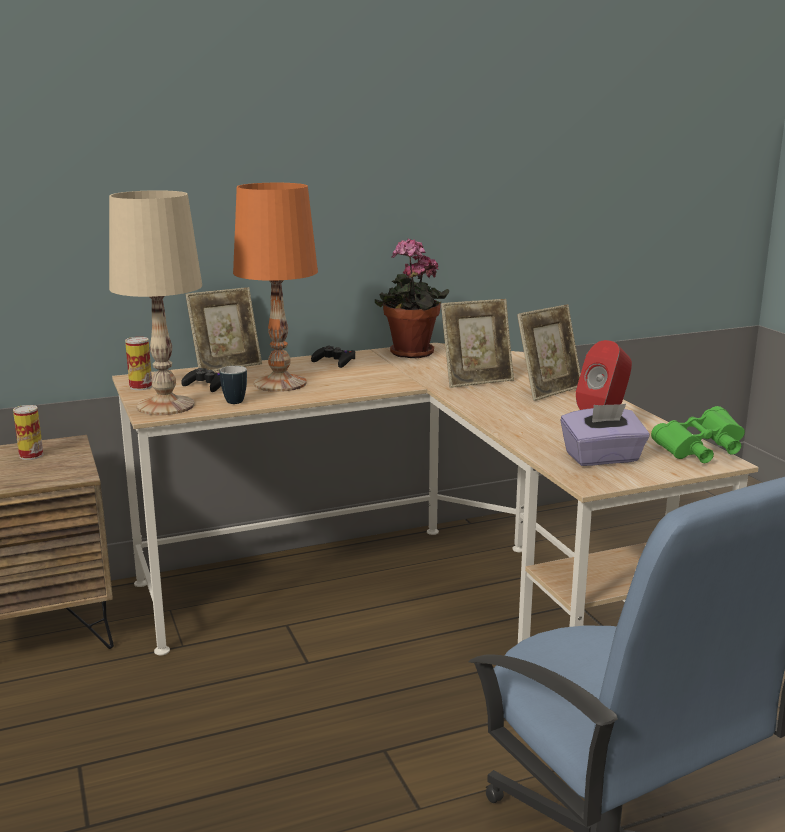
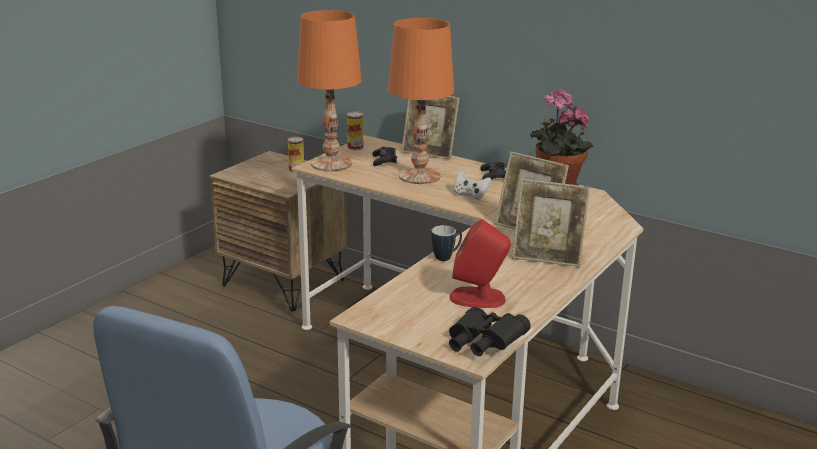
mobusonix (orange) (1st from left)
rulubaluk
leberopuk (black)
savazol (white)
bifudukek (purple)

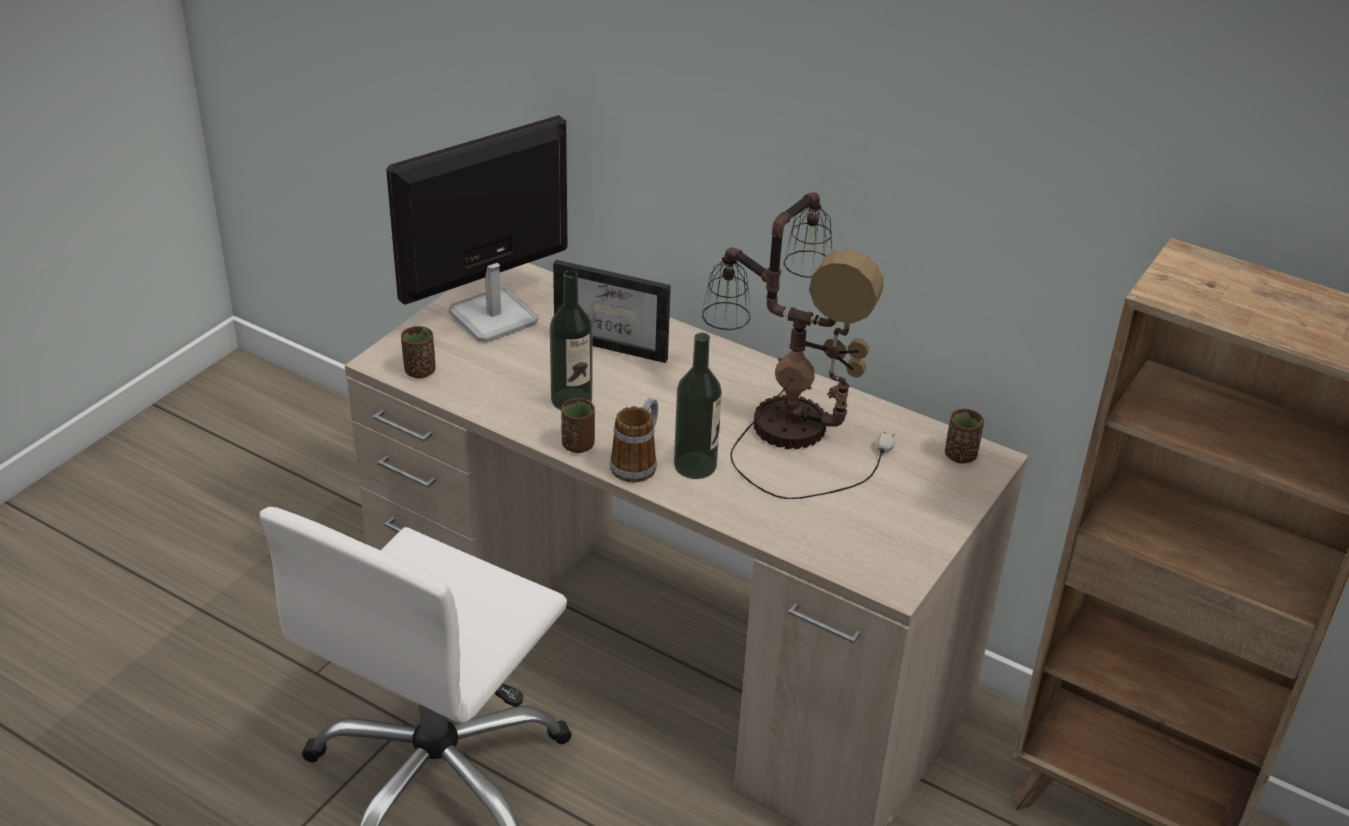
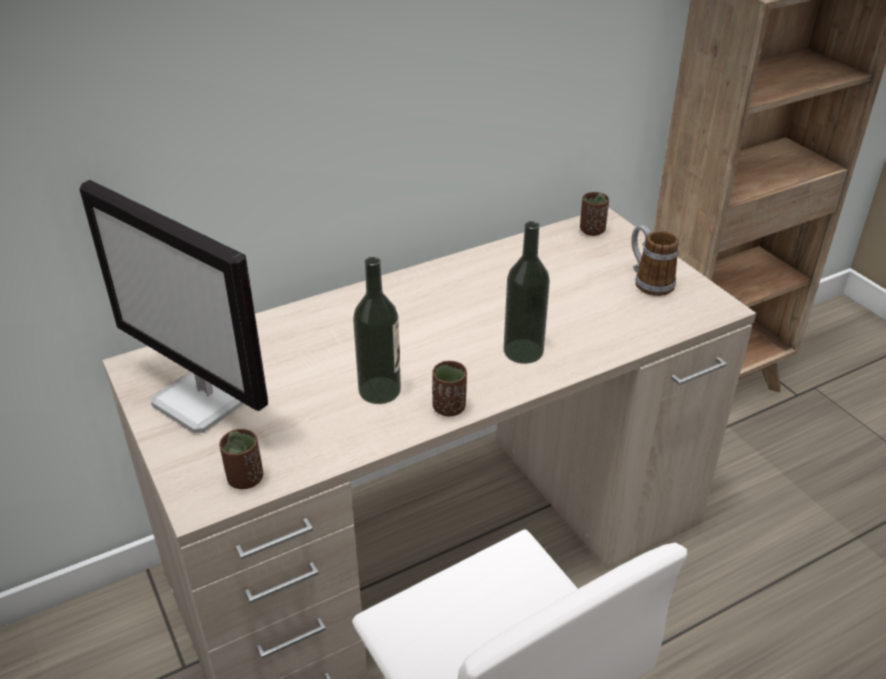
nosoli
rulubaluk
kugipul
mobusonix

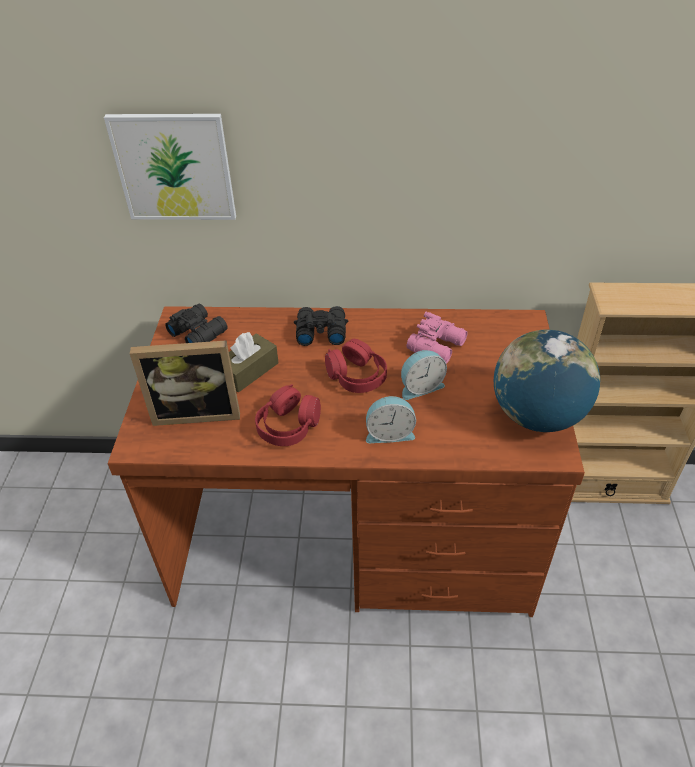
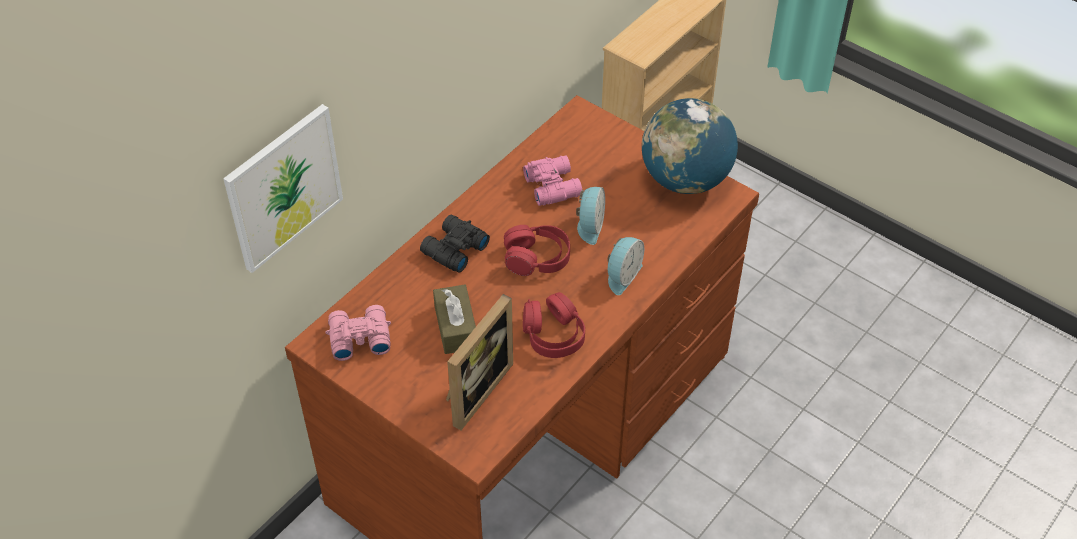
leberopuk (pink) (1st from left)

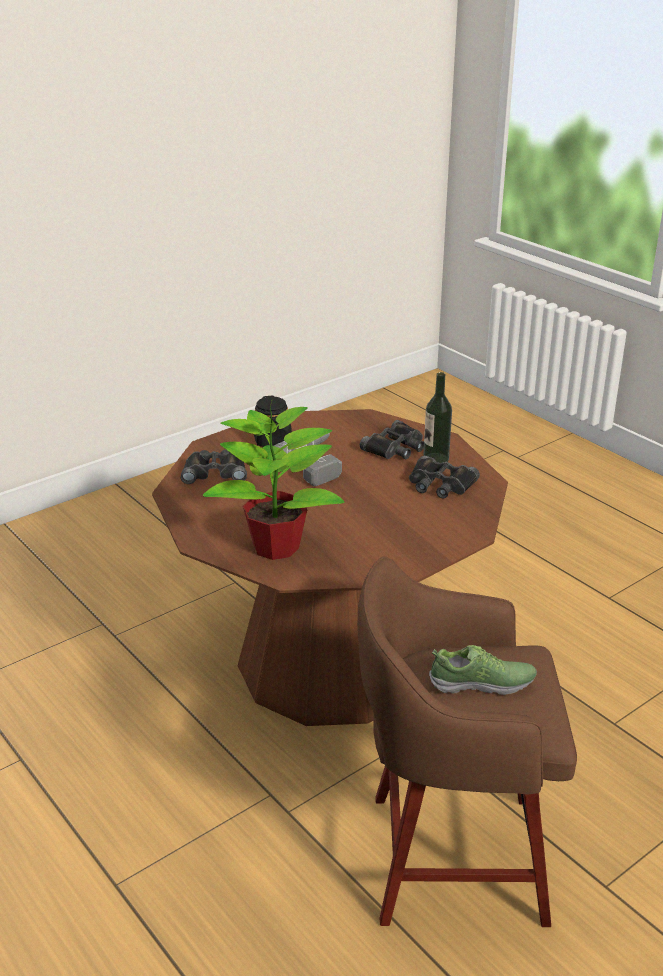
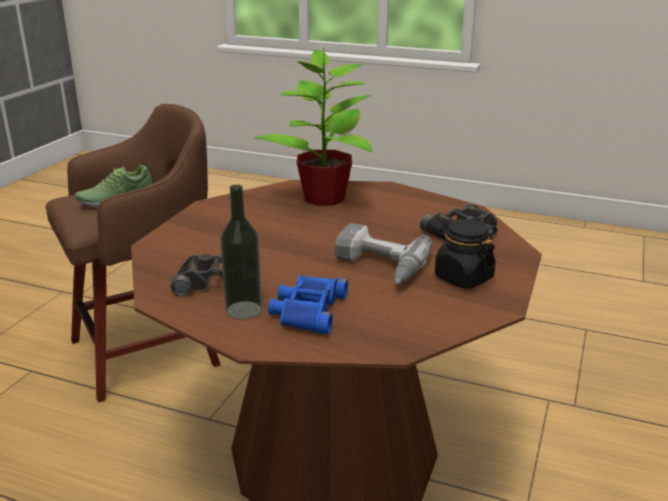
leberopuk (blue)

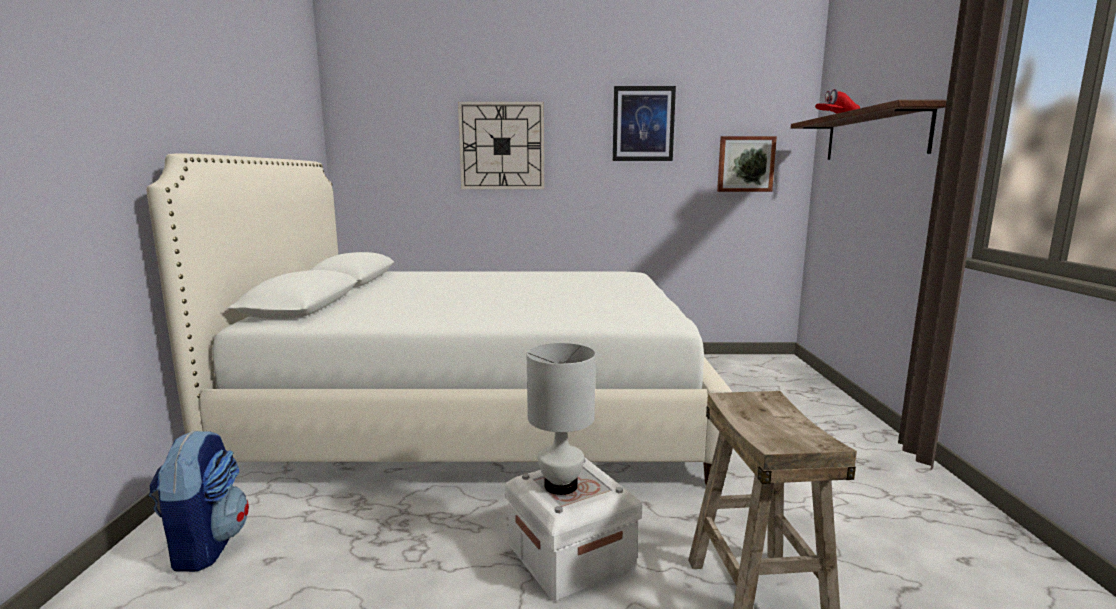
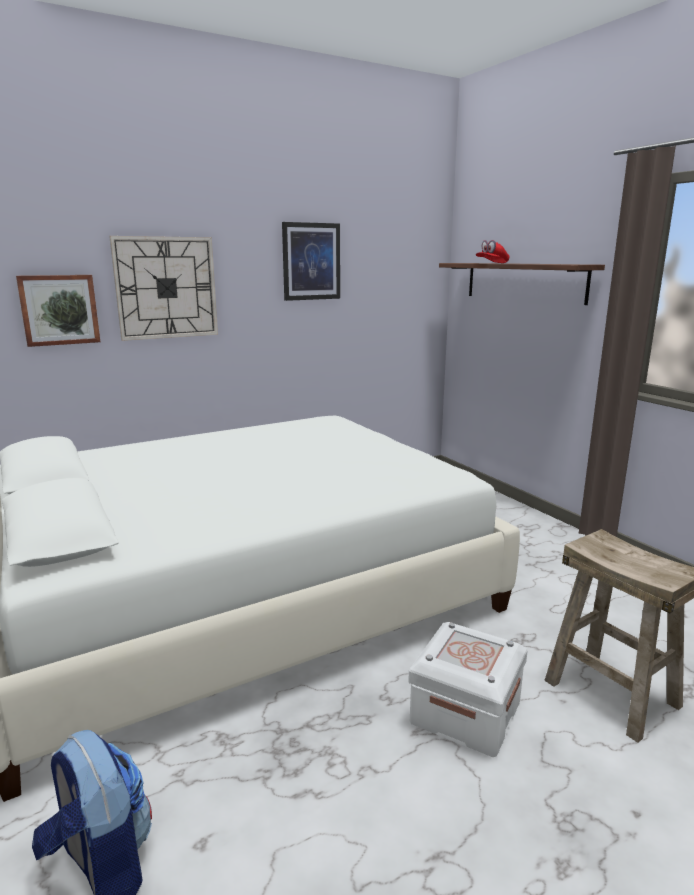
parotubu (1st from left)
mobusonix (white)

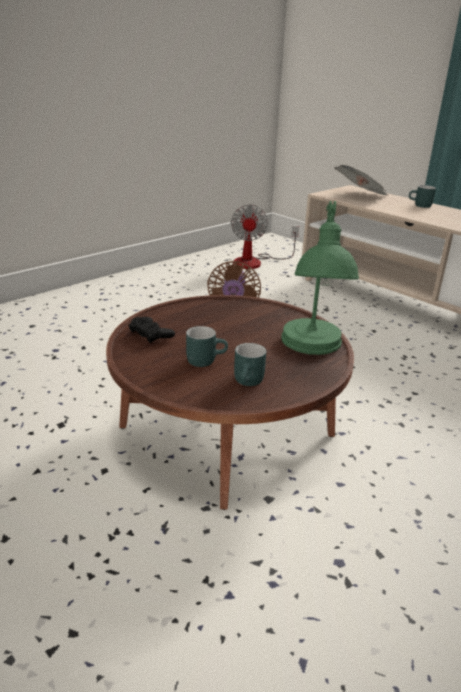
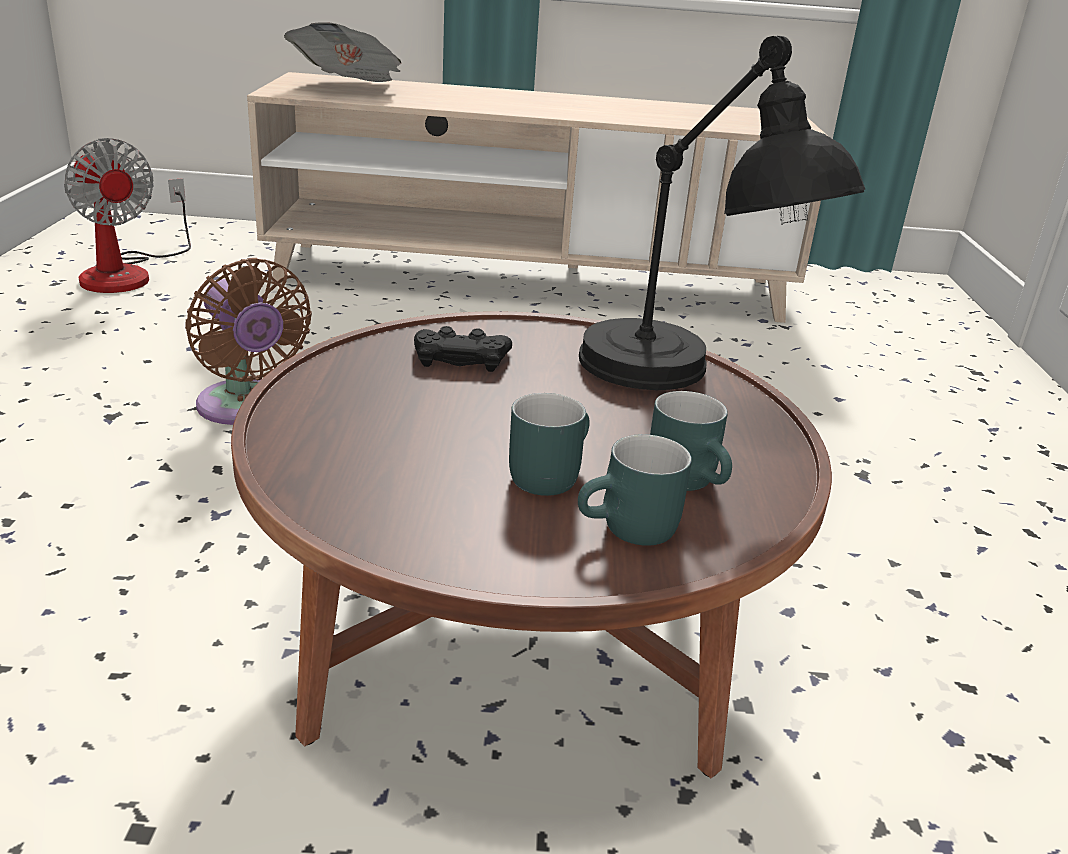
savazol (black)
rulubaluk (turquoise) (2nd from left)
mobusonix (black)

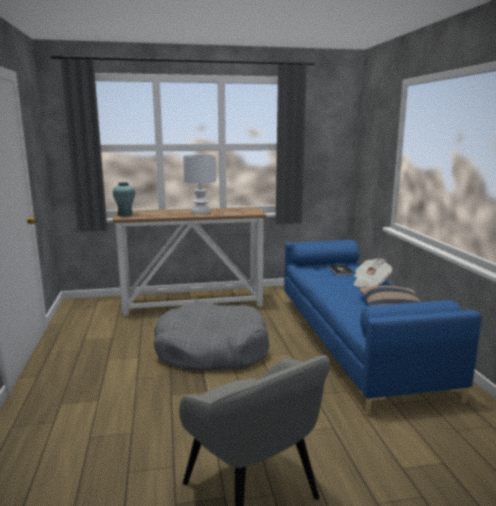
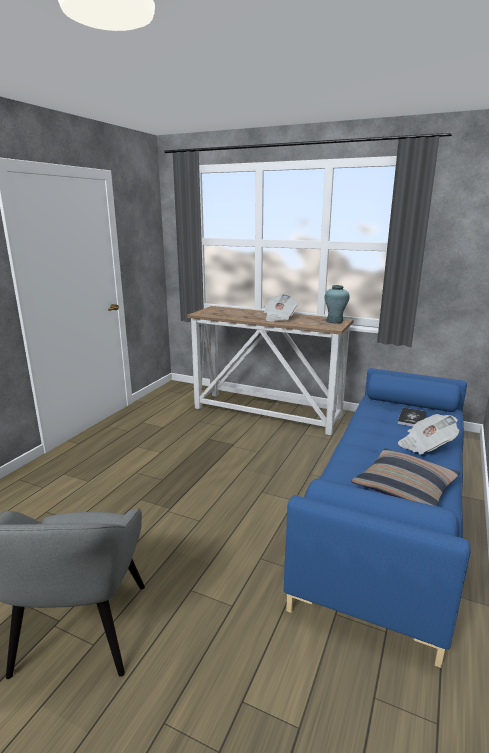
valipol (1st from left)
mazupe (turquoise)
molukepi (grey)

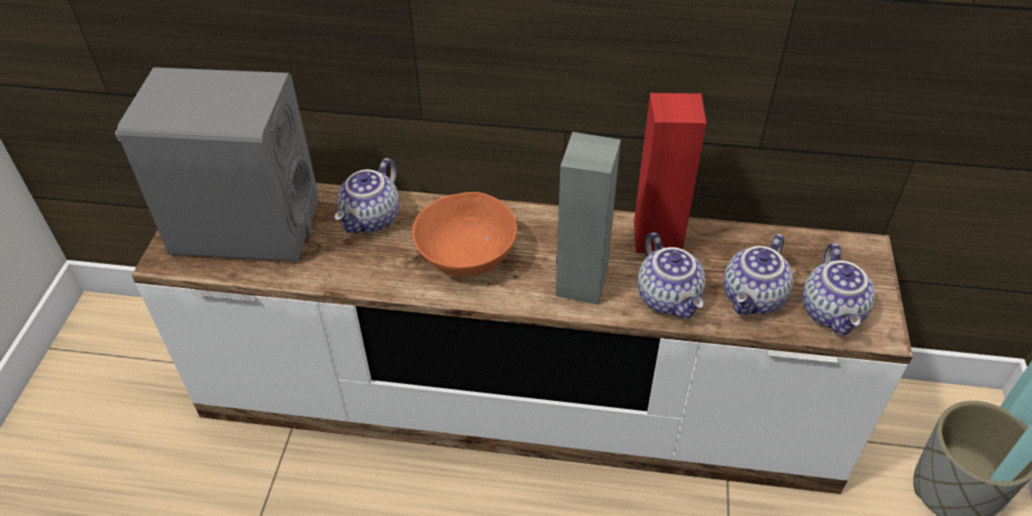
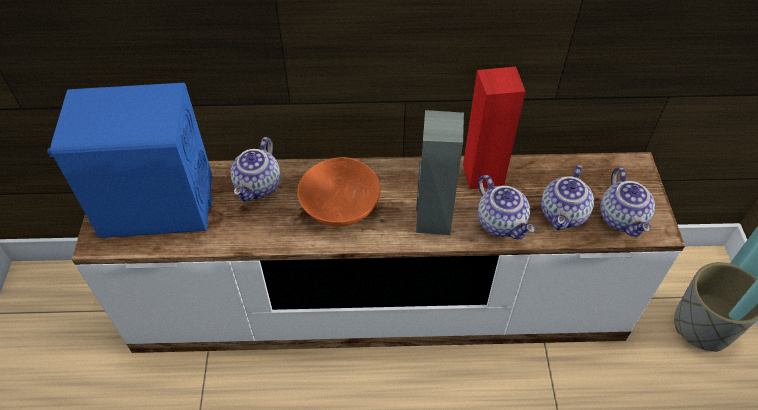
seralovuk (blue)

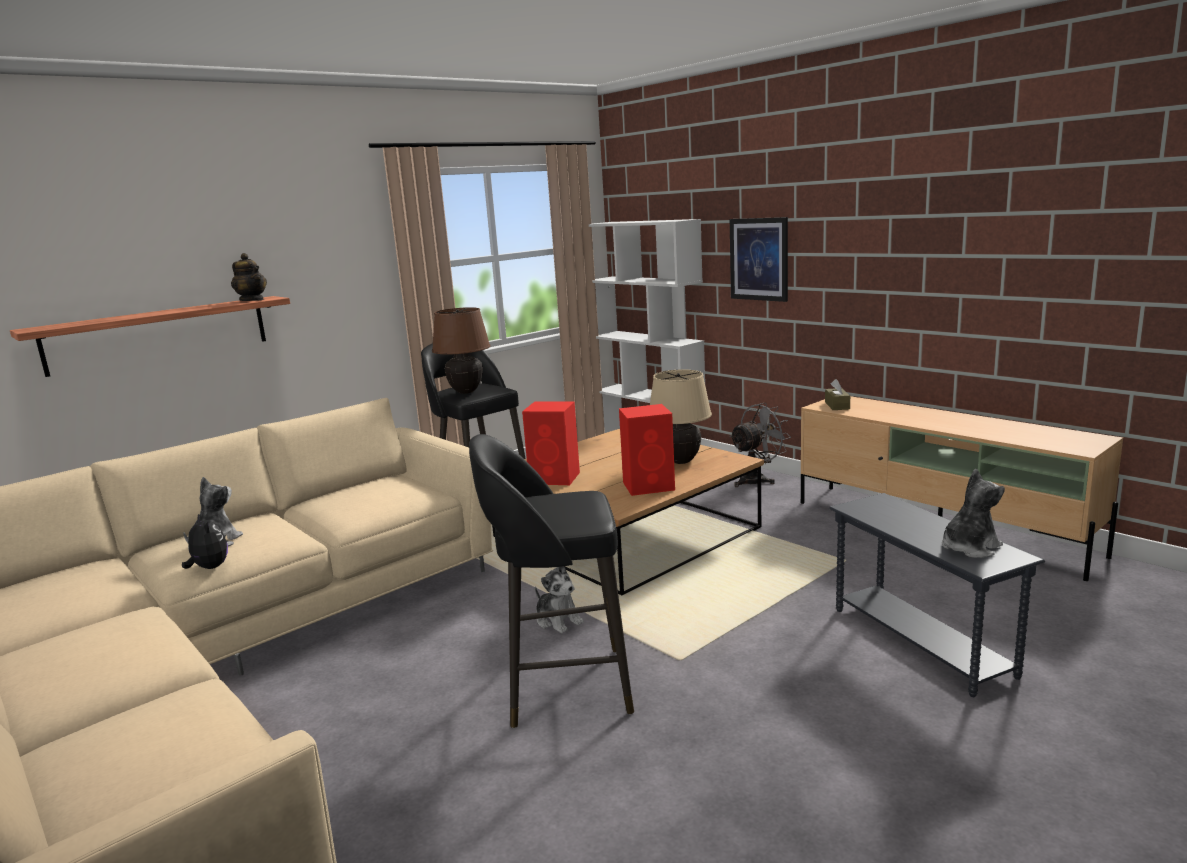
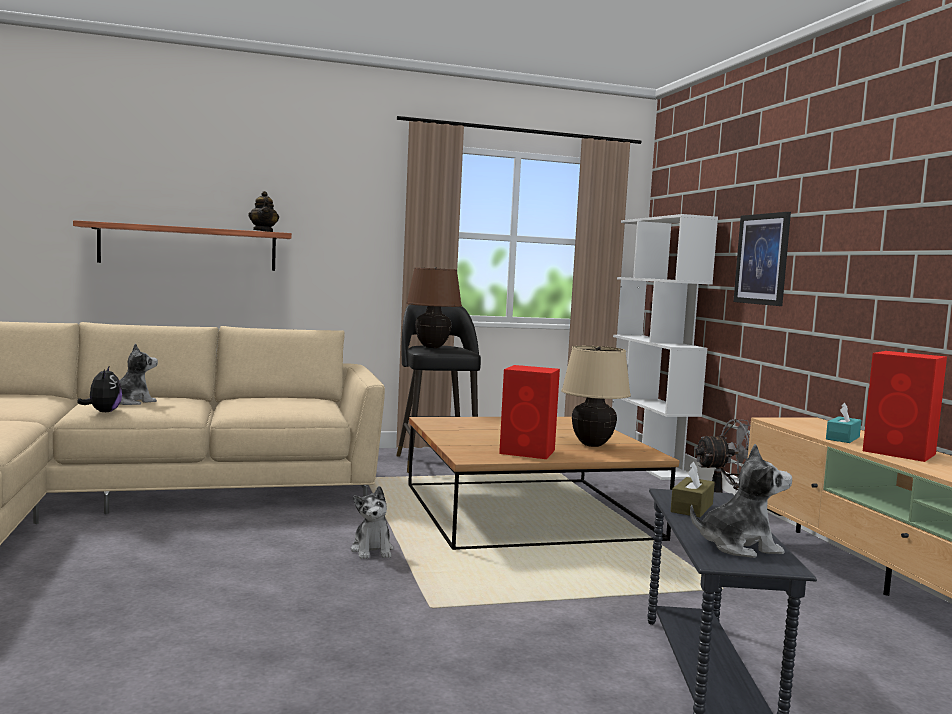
bifudukek (brown)
bifudukek (turquoise)
seralovuk (red) (2nd from left)
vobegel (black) (2nd from left in the first image)

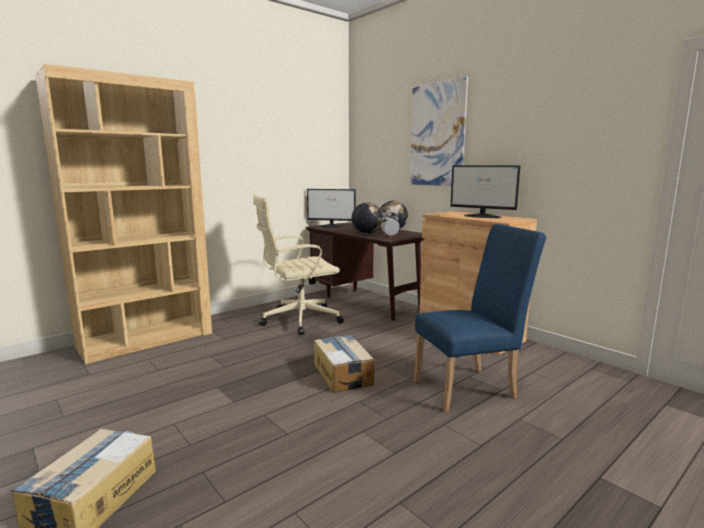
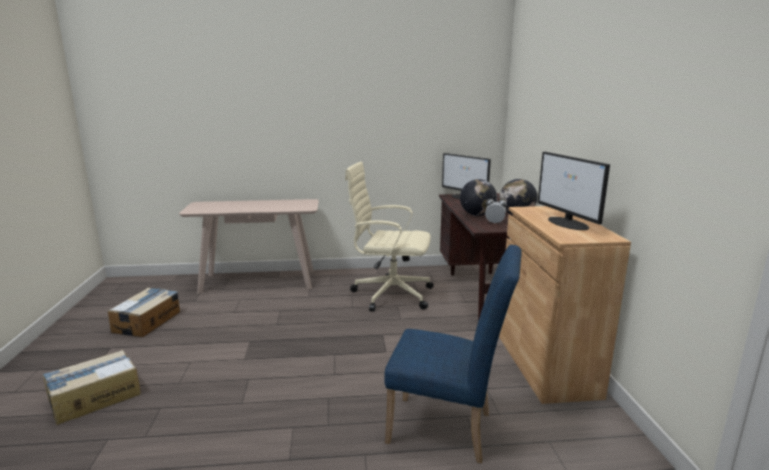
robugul (2nd from left)
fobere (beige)
parotubu

